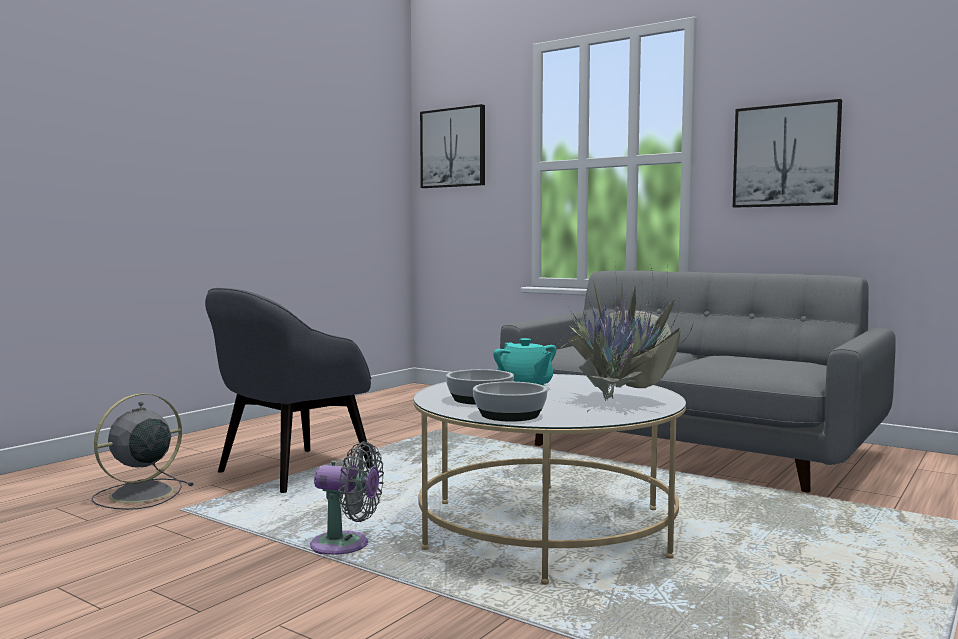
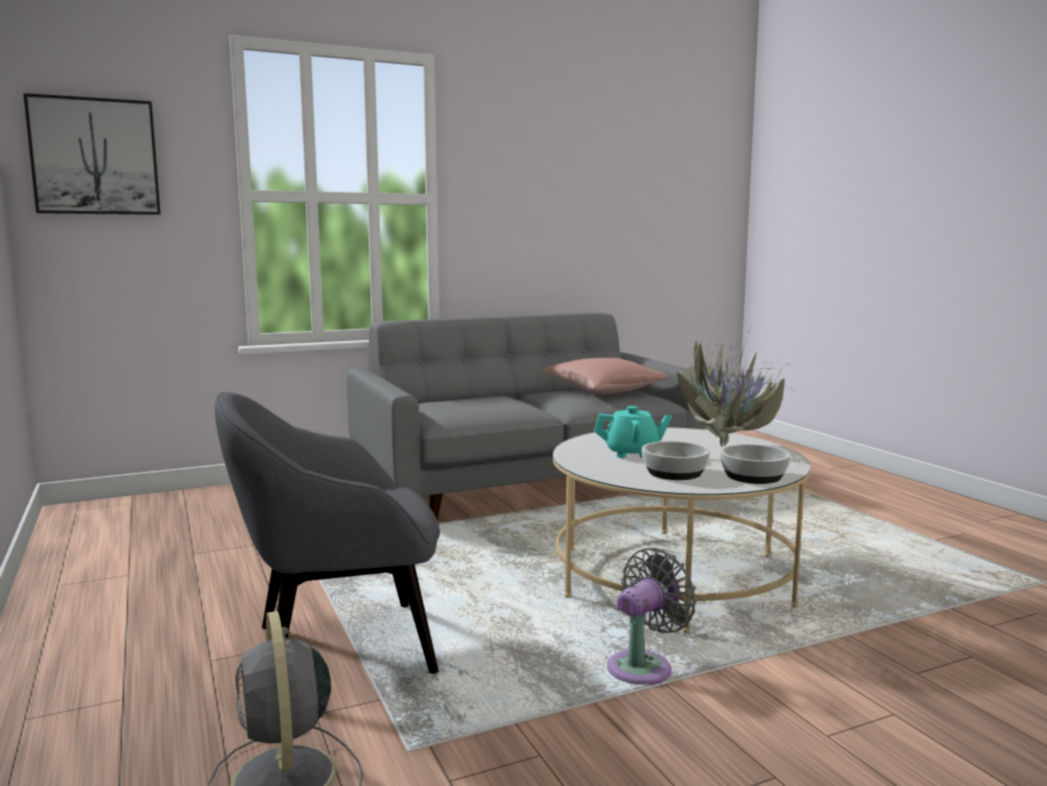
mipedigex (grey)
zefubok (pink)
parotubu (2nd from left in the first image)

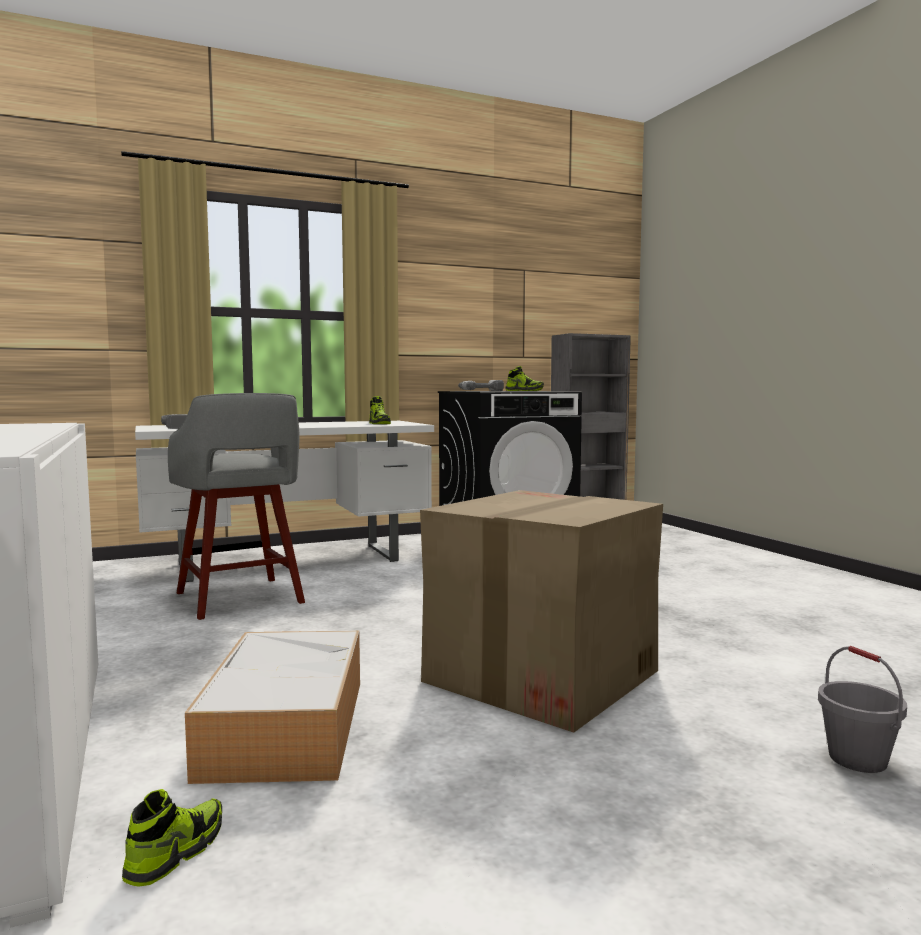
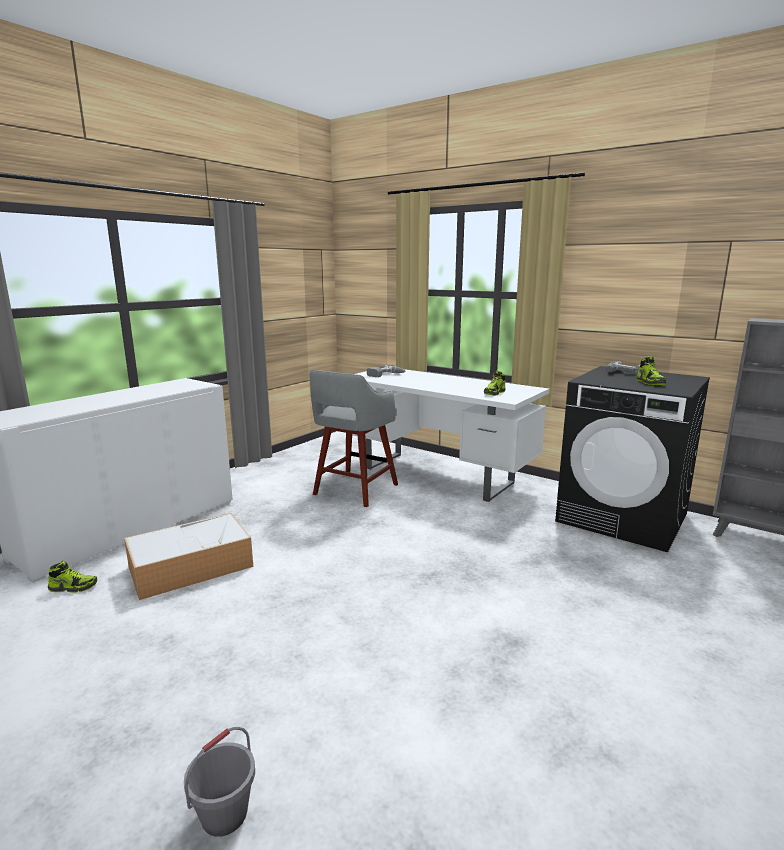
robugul

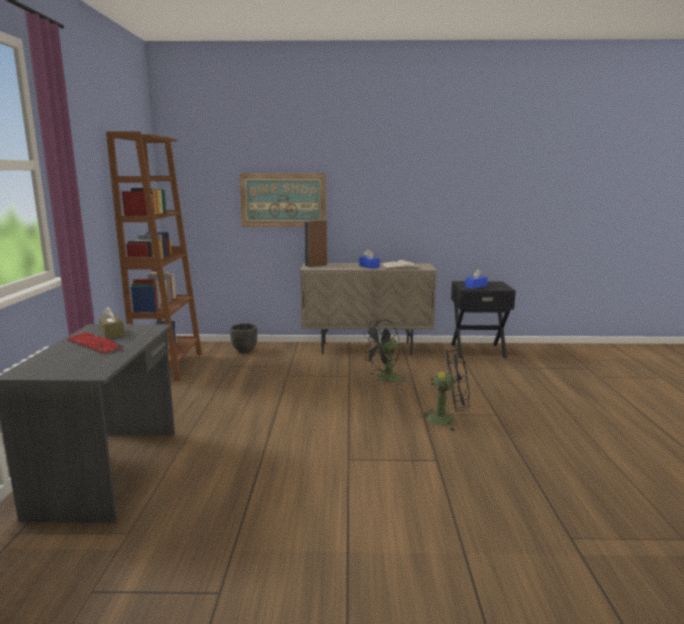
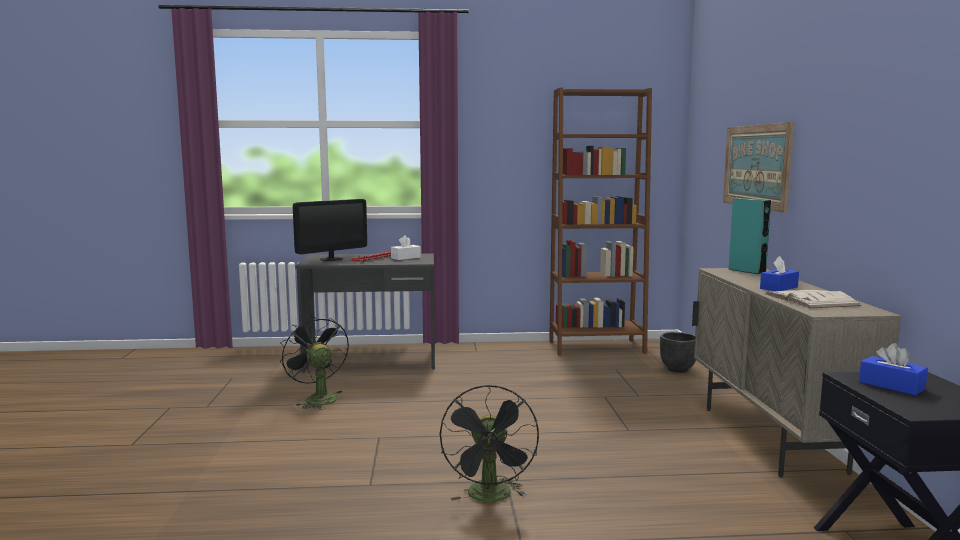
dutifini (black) (1st from left)
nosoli
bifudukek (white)
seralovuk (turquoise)

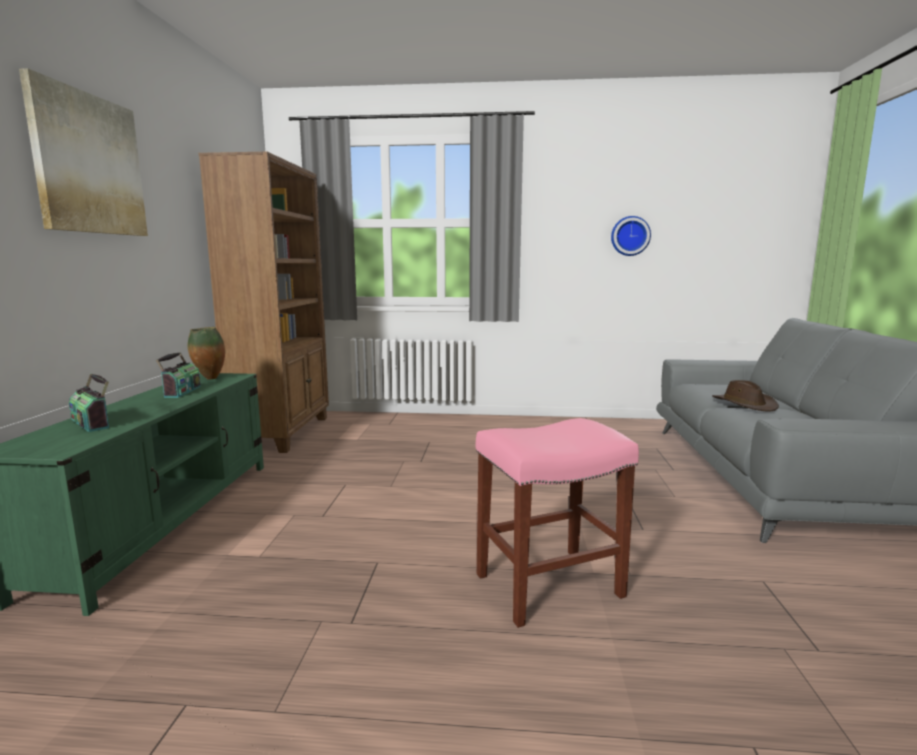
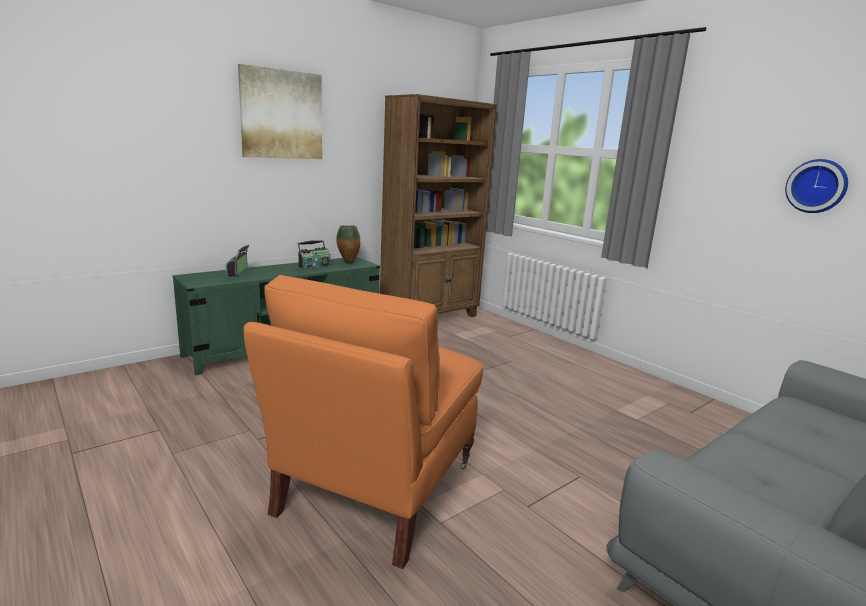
mipedigex (orange)
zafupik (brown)

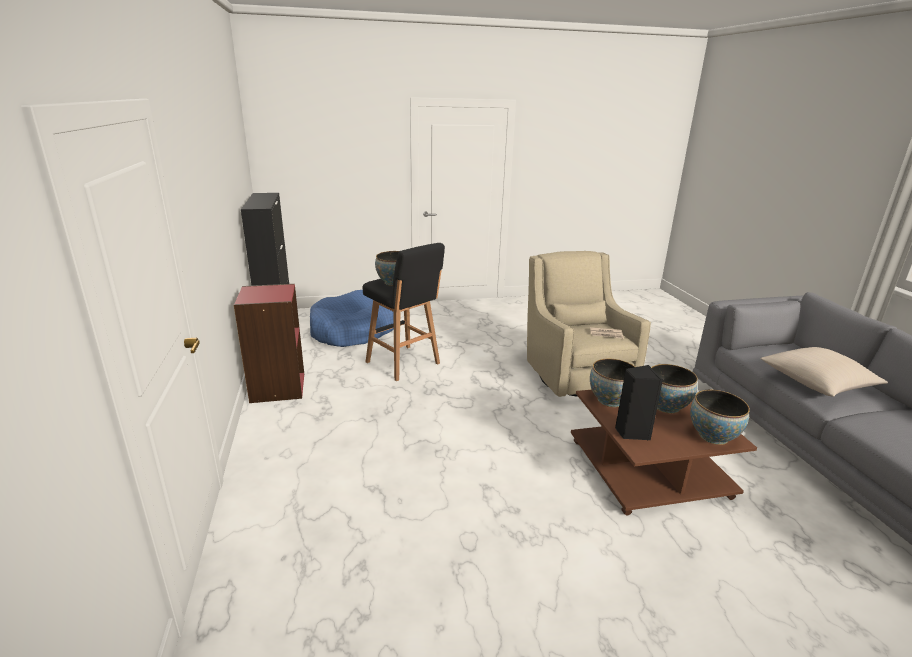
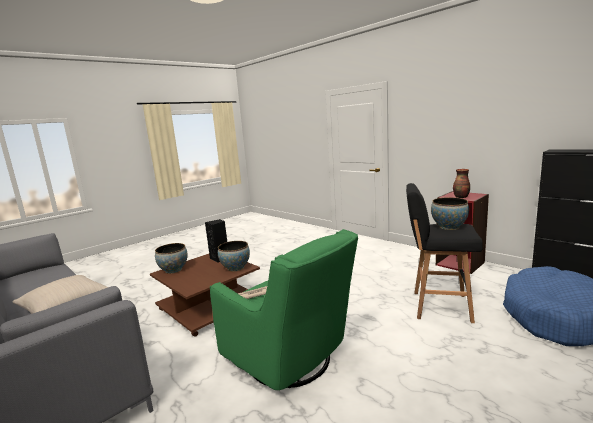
mipedigex (green)
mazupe
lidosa (3rd from left in the first image)

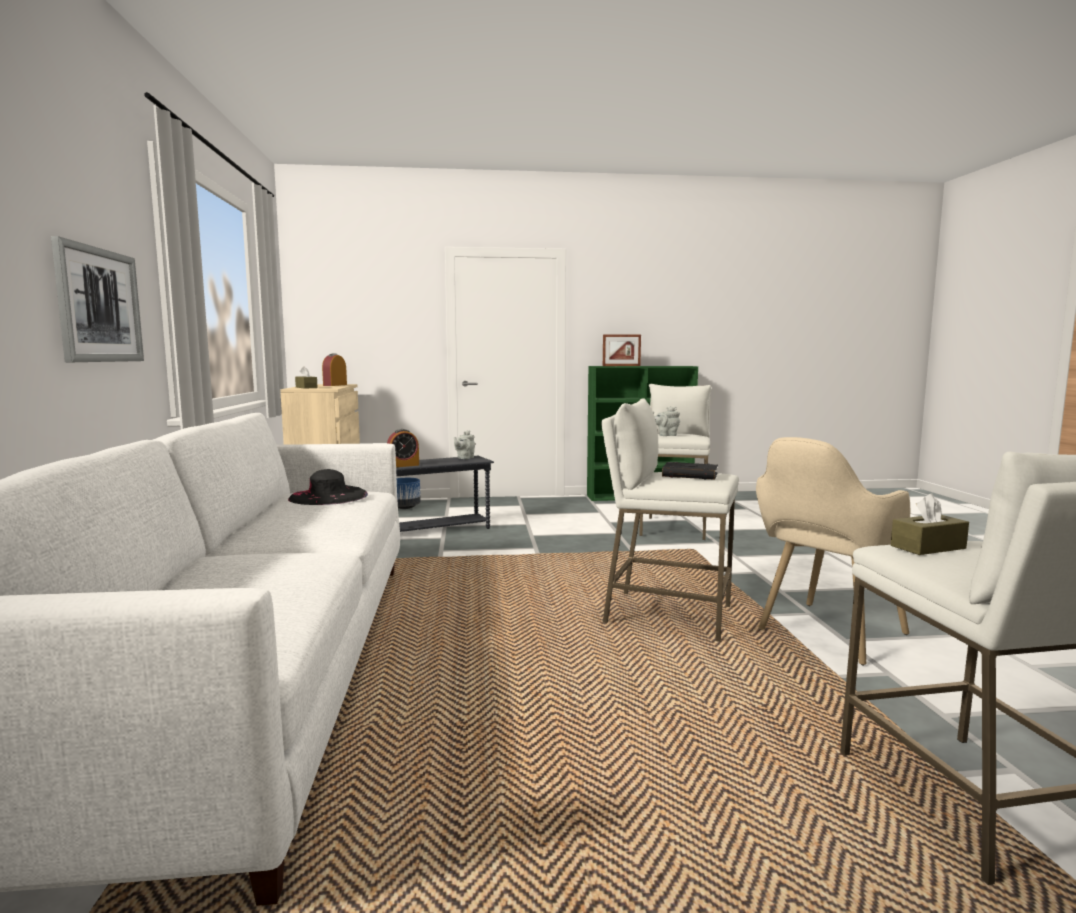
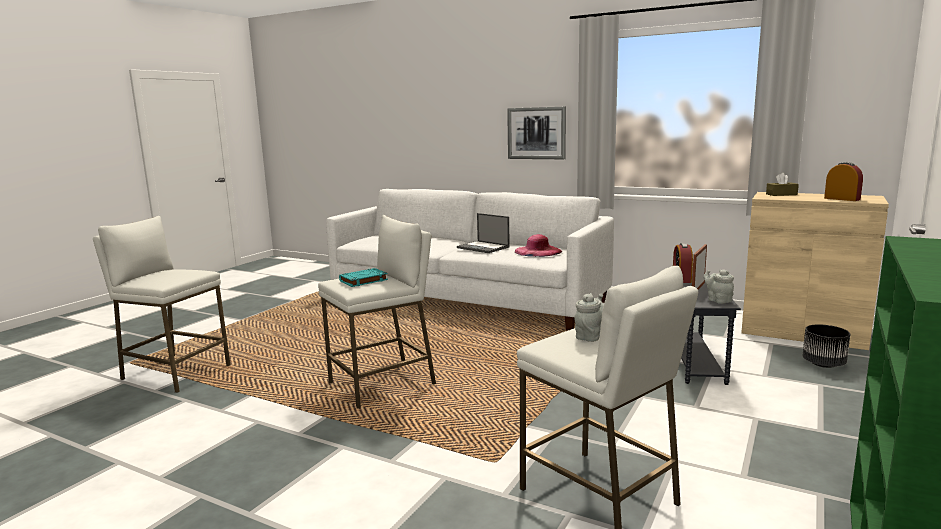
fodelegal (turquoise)
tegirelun
zafupik (pink)
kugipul
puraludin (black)
mipedigex (beige)
bifudukek (brown) (2nd from left in the first image)

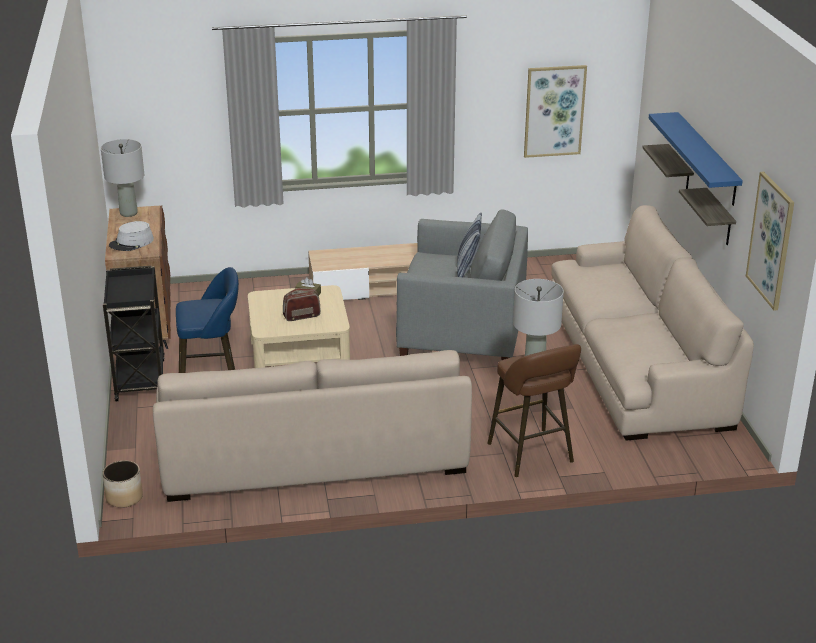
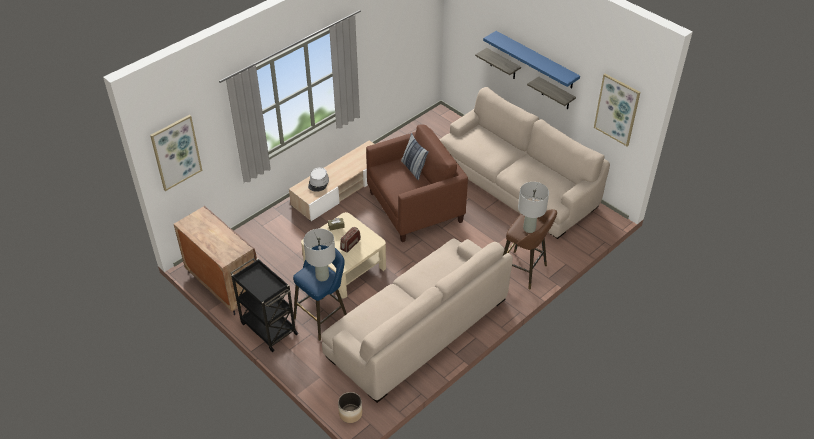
parotubu (1st from left)
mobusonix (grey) (1st from left)
zafupik (grey)
mipedigex (brown)

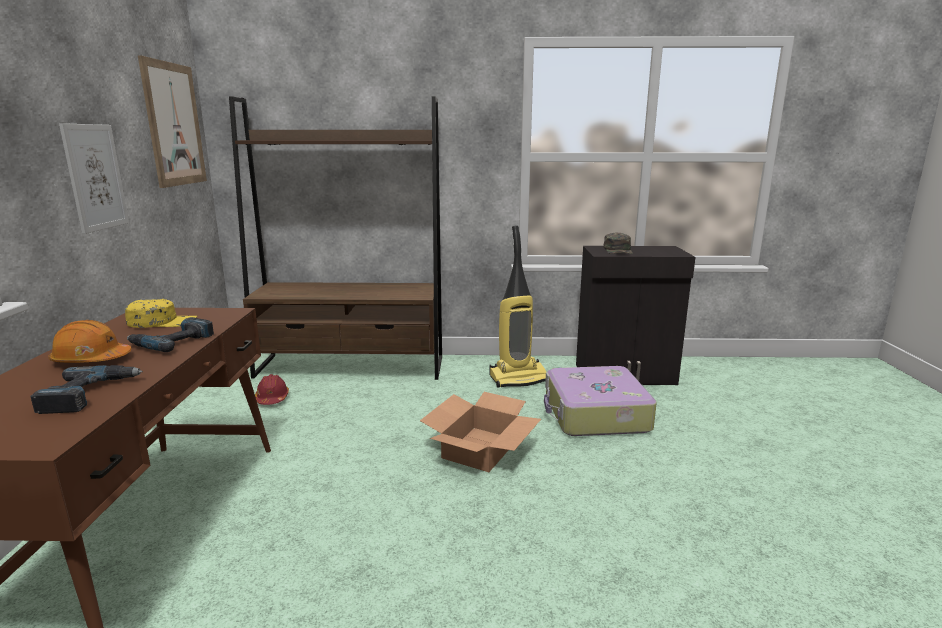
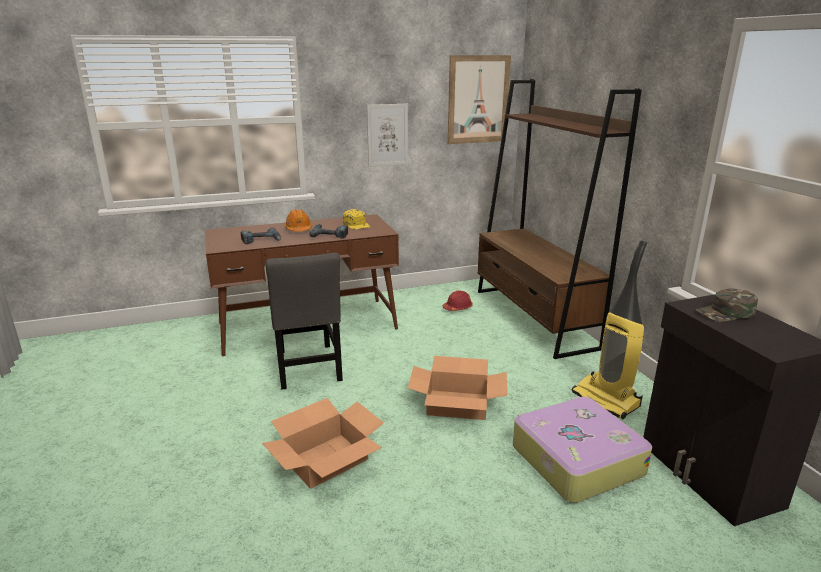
robugul (1st from left)
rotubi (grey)

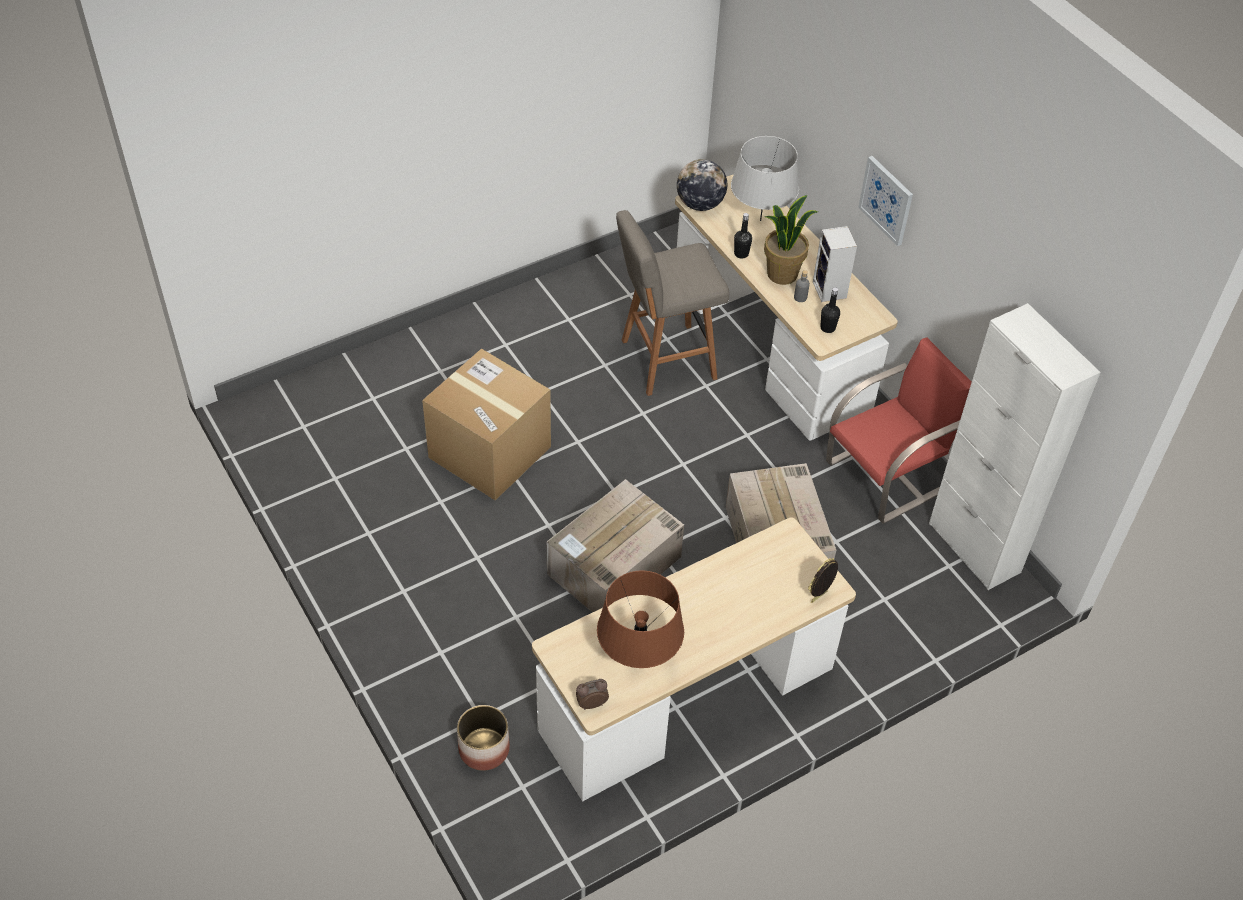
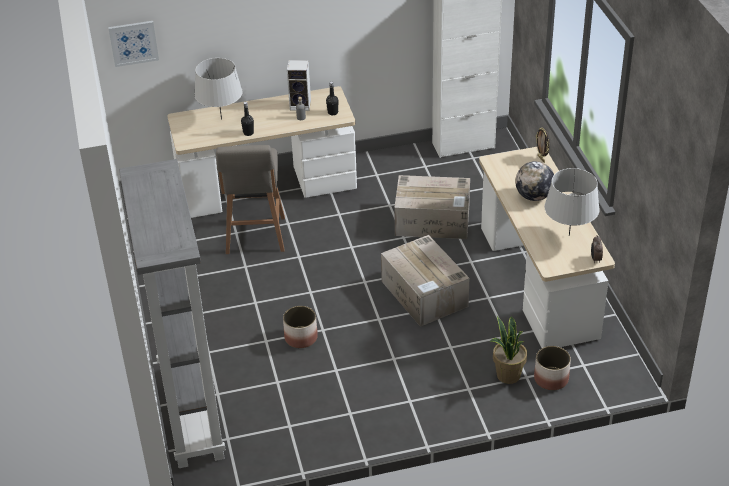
parotubu
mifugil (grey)
puraludin (1st from left)
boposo
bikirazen
mobusonix (grey) (2nd from left)
rotubi (red)

